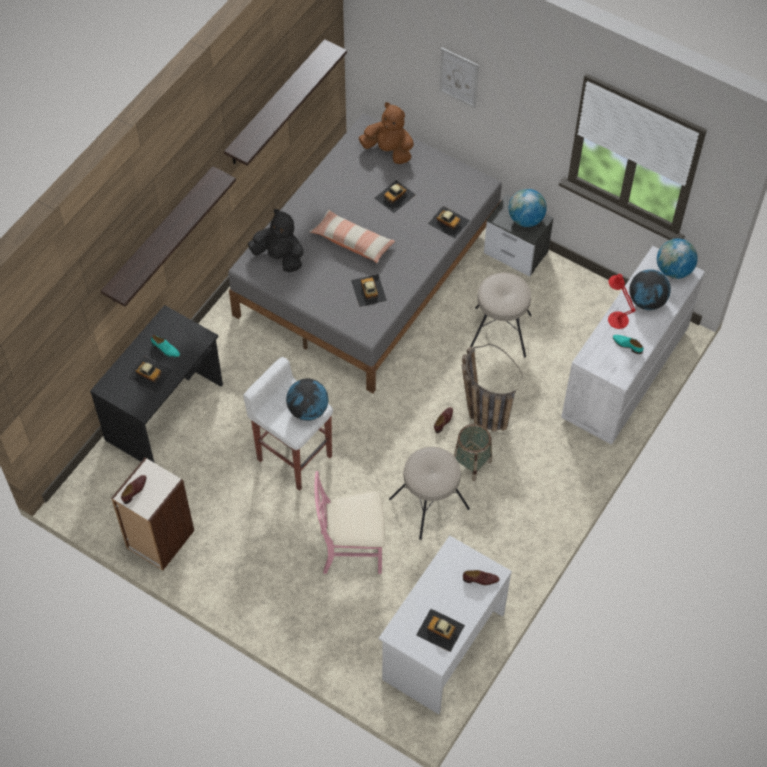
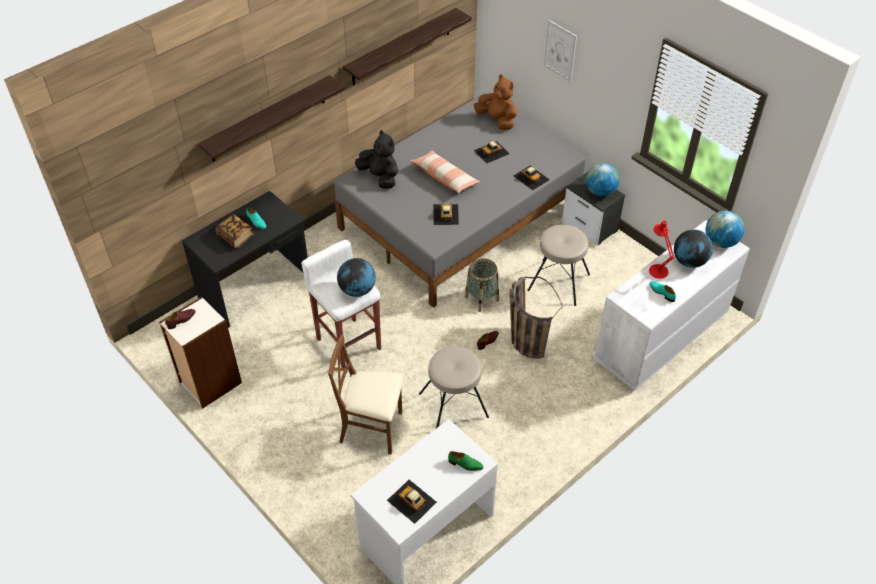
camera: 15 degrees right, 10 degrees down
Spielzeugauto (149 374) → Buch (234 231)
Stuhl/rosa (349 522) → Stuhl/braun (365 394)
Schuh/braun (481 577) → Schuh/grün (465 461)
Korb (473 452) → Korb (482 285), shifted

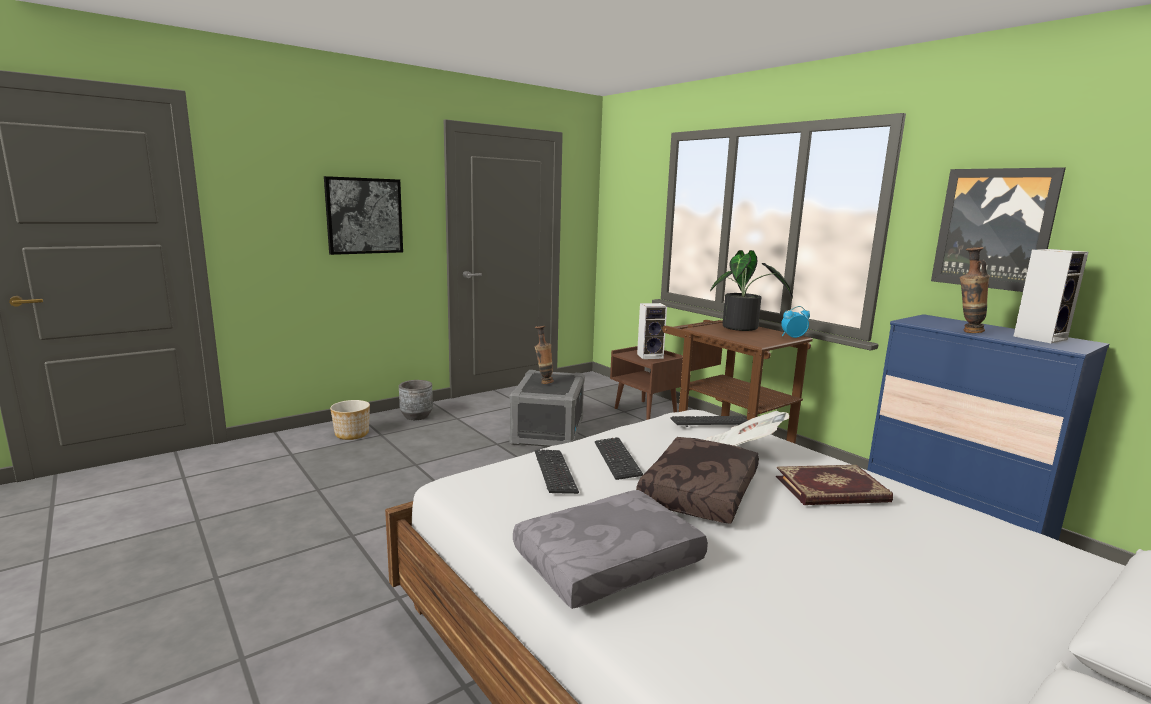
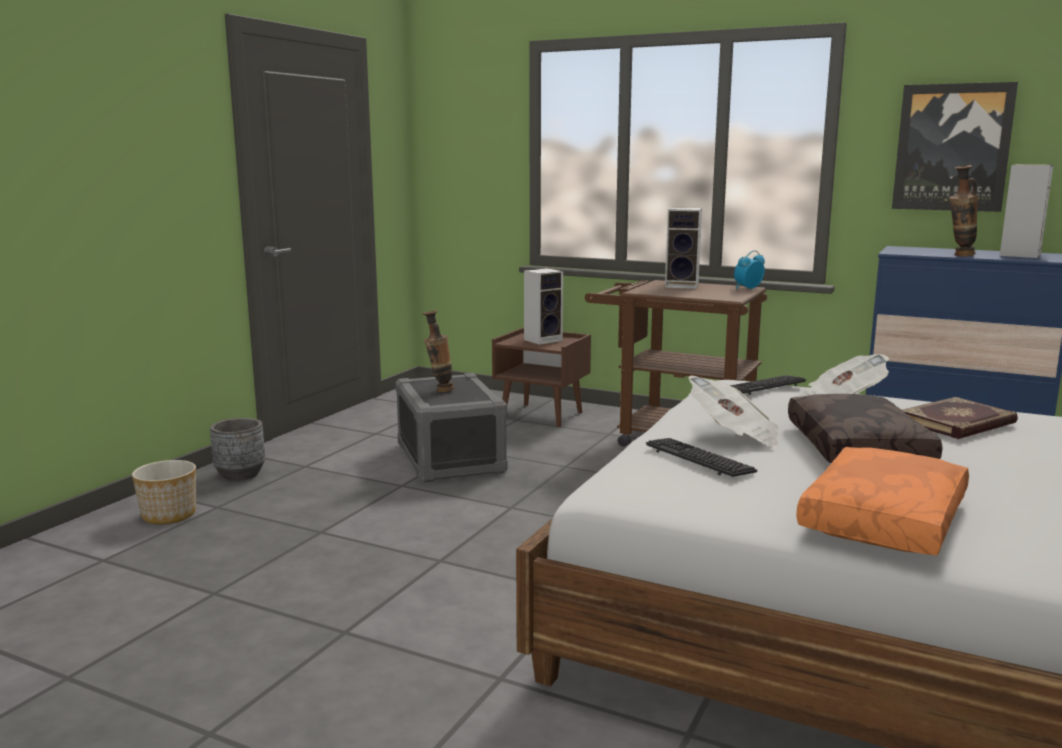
camera: 25 degrees left, 0 degrees up
Topfpflanze (751 290) → Lautsprecher (683 248)
Tastatur (619 458) → Zeitung (733 412)
Kissen/grau (610 549) → Kissen/orange (882 501)
Bild (363 215) → -

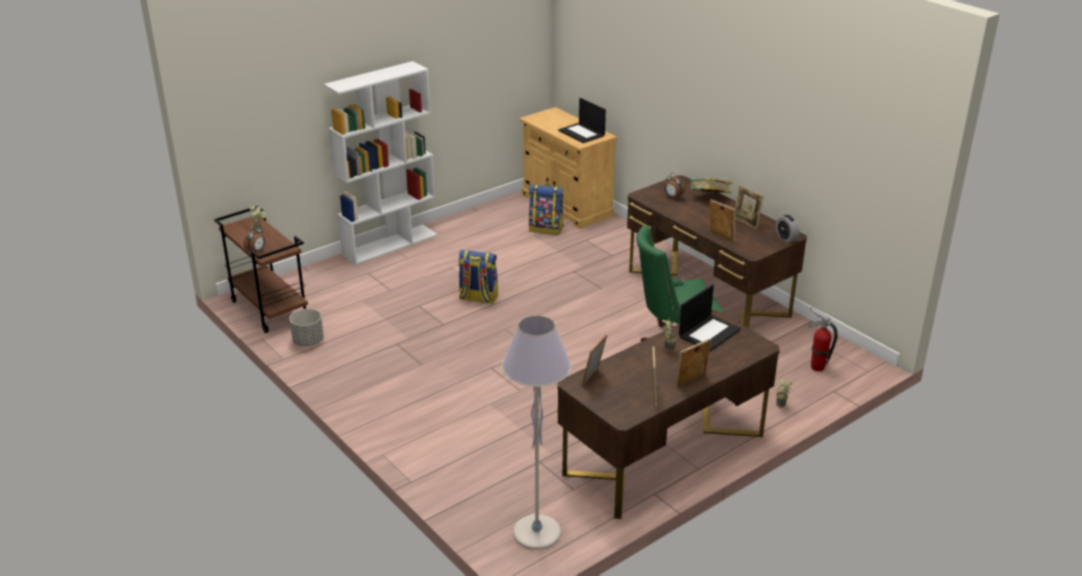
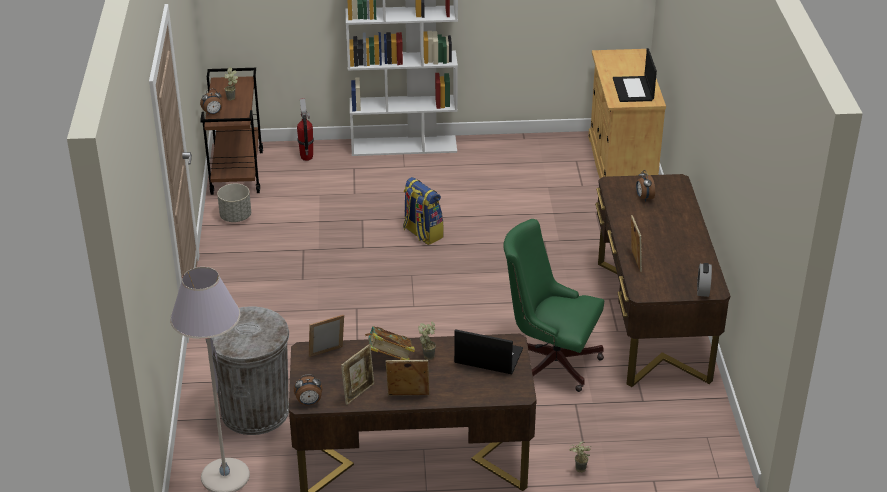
camera: 35 degrees right, 5 degrees up
- → Mülleimer/grau (247 370)
- → Wecker (308 389)
Feuerlöscher (823 339) → Feuerlöscher (305 129), shifted
Buch (711 185) → Buch (390 343), shifted
Laptop (710 318) → Laptop (488 351), 150 degrees counterclockwise
Rucksack (546 209) → -
Bilderrahmen (749 207) → -

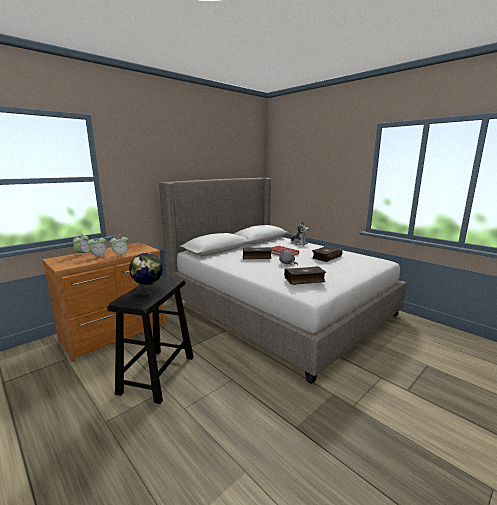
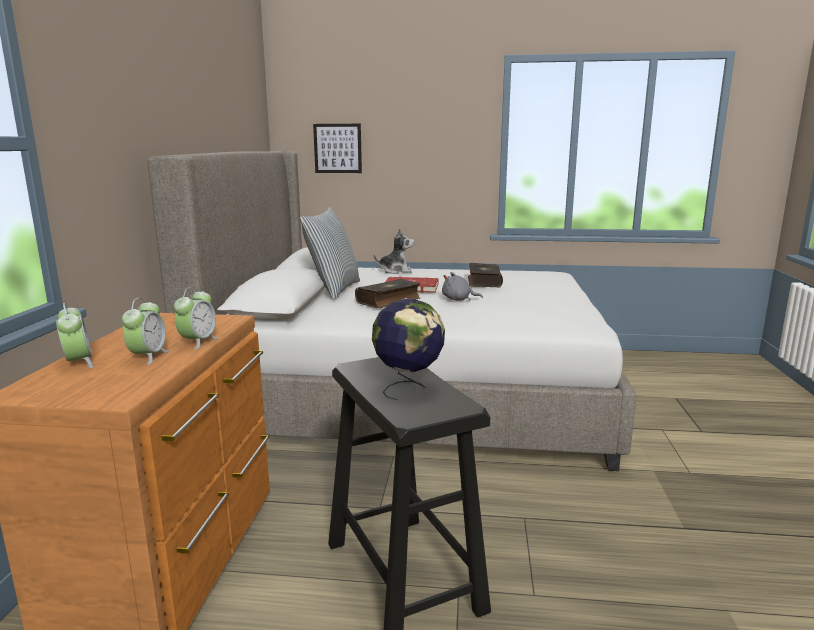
camera: 40 degrees left, 0 degrees up
- → Kissen (330 253)
- → Bild (337 148)
Buch (305 275) → -

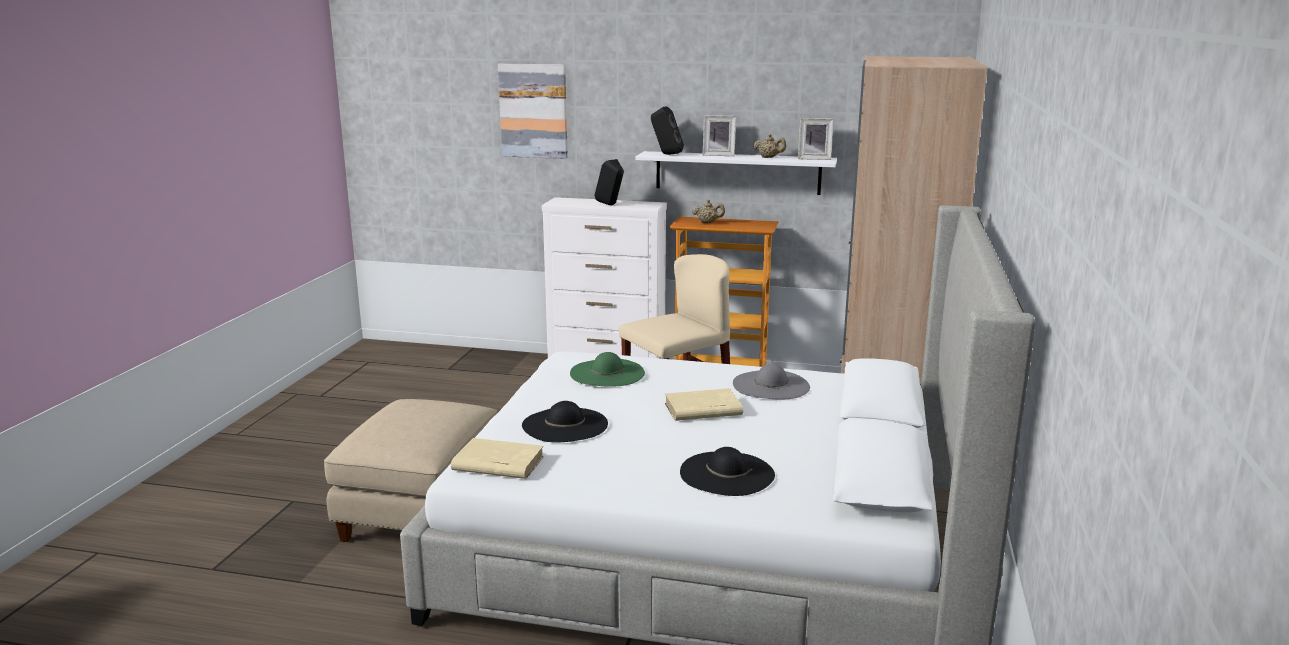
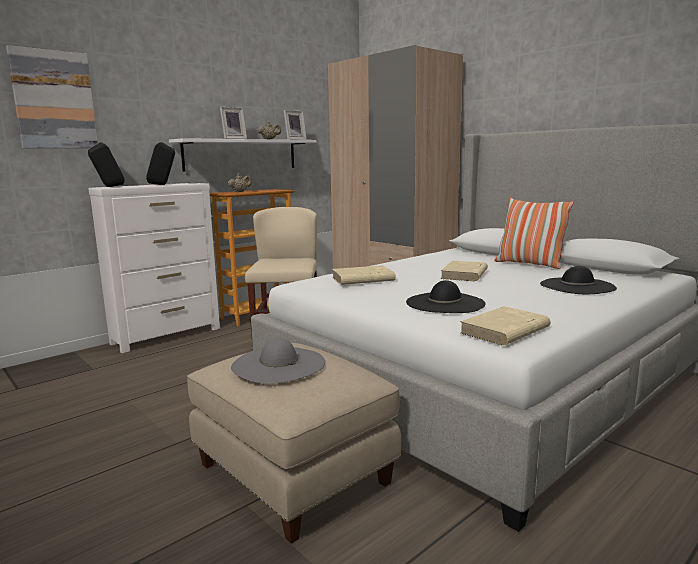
camera: 55 degrees left, 5 degrees down
Lautsprecher/schwarz (667 131) → Lautsprecher/schwarz (106 164), shifted
Hut/grau (771 382) → Hut/grau (278 361), shifted
Hut/grün (607 369) → Buch/beige (364 275)
- → Kissen (534 233)

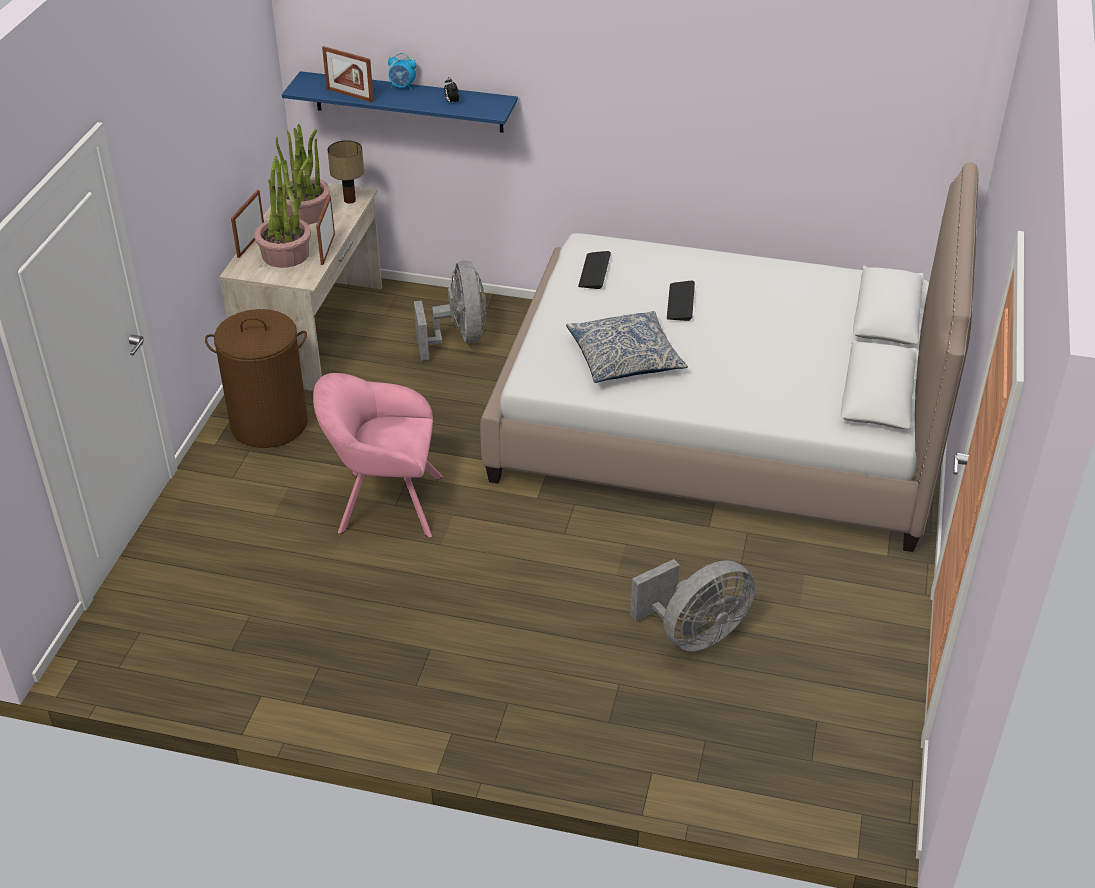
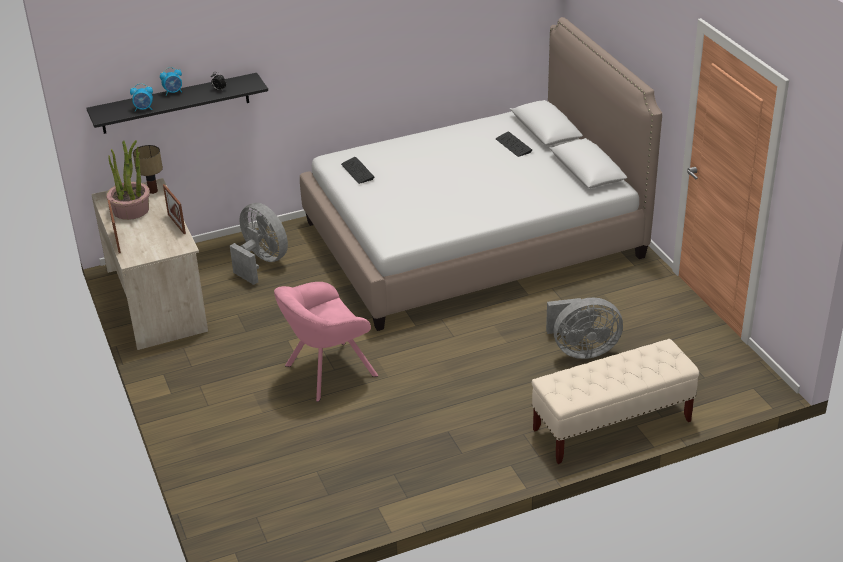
camera: 35 degrees left, 5 degrees down
Wandregal/blau (400 102) → Wandregal/schwarz (177 103)
Bilderrahmen (348 74) → Wecker (141 97)
Tastatur (681 301) → Tastatur (514 144), shifted
- → Bank/beige (615 401)
Ventilator/grau (692 605) → Ventilator/grau (584 328), 60 degrees clockwise
Wäschekorb/braun (256 378) → -
Topfpflanze (282 212) → -
Kissen (627 347) → -

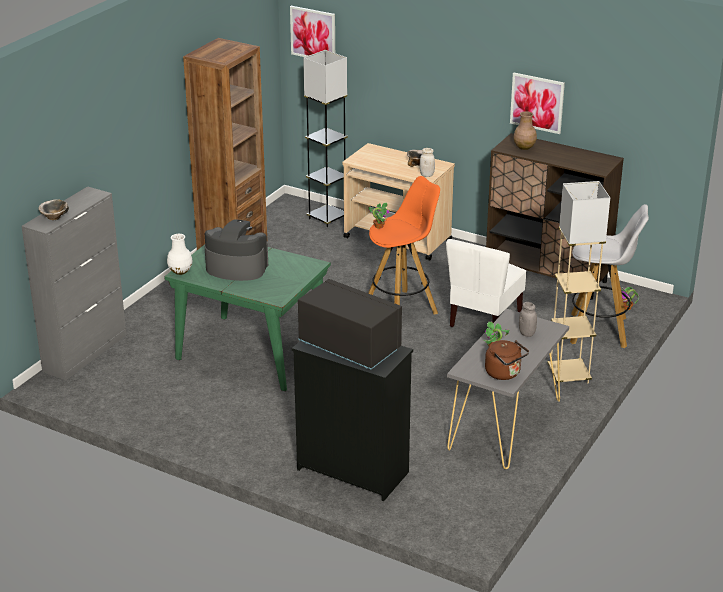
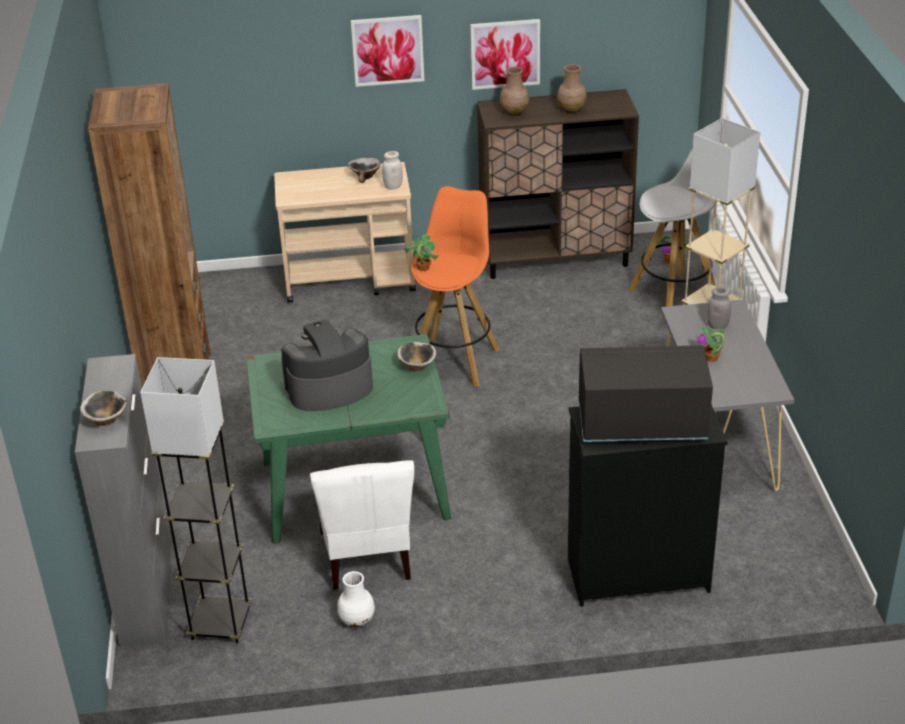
camera: 35 degrees left, 5 degrees up
Stehlampe/grau (325 138) → Stehlampe/grau (196 500), shifted
Stuhl/weiß (486 283) → Stuhl/weiß (362 525), shifted
Vase/weiß (180 254) → Vase/weiß (356 599), shifted
Bild (312 31) → Bild (387 51), shifted
- → Schüssel (416 357)
- → Vase/braun (572 88)
Wasserkessel/braun (507 360) → -

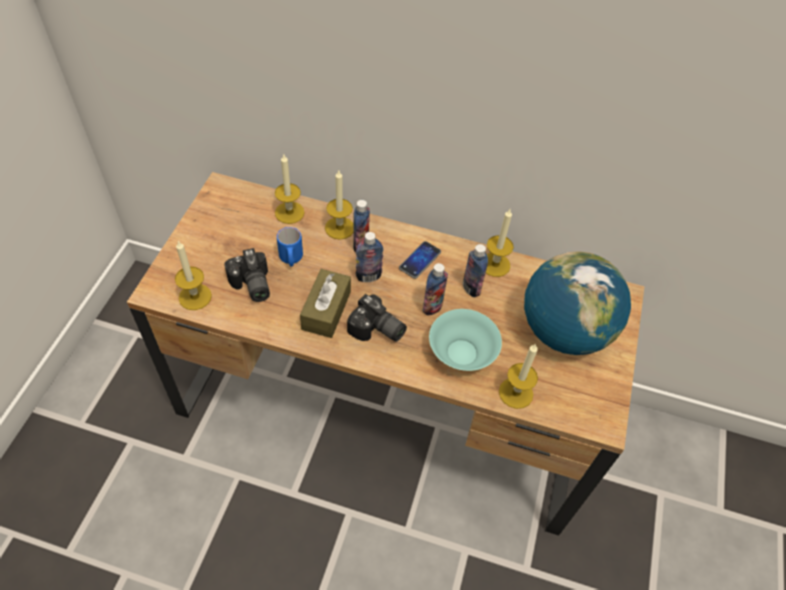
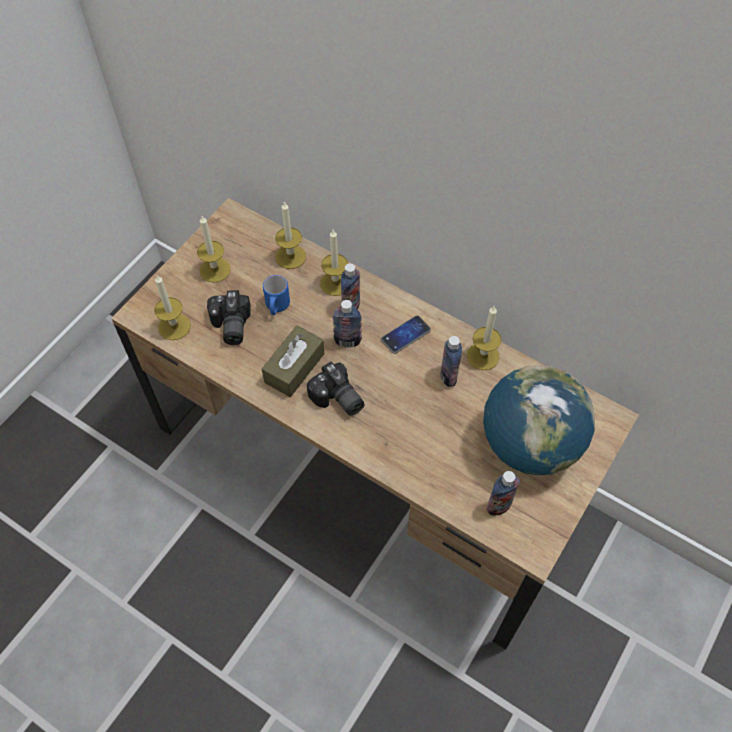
camera: 20 degrees right, 5 degrees up
Kerze (518 376) → Kerze (214 249), shifted
Flasche (435 289) → Flasche (503 493), shifted
Schüssel/türkis (465 340) → -

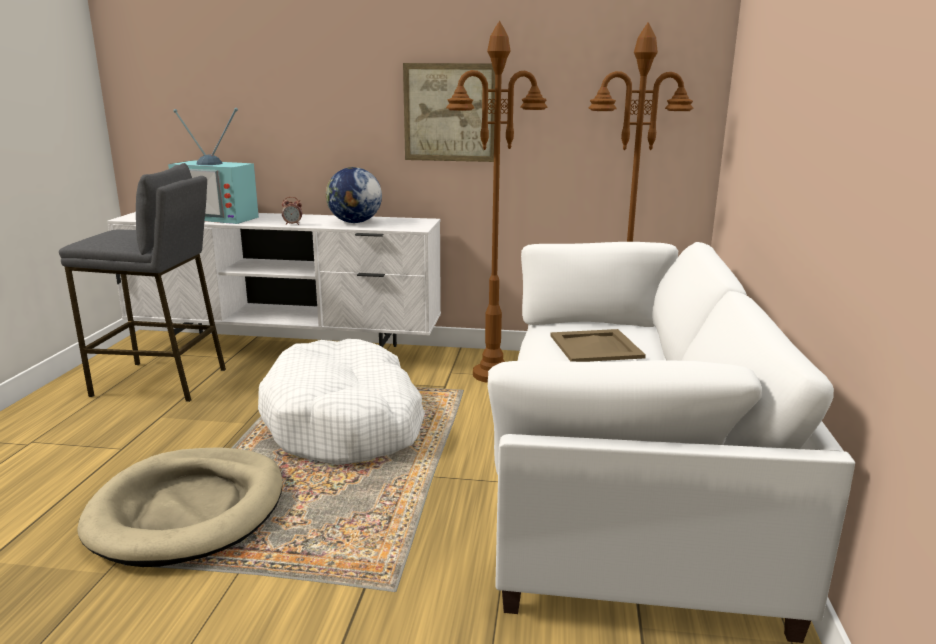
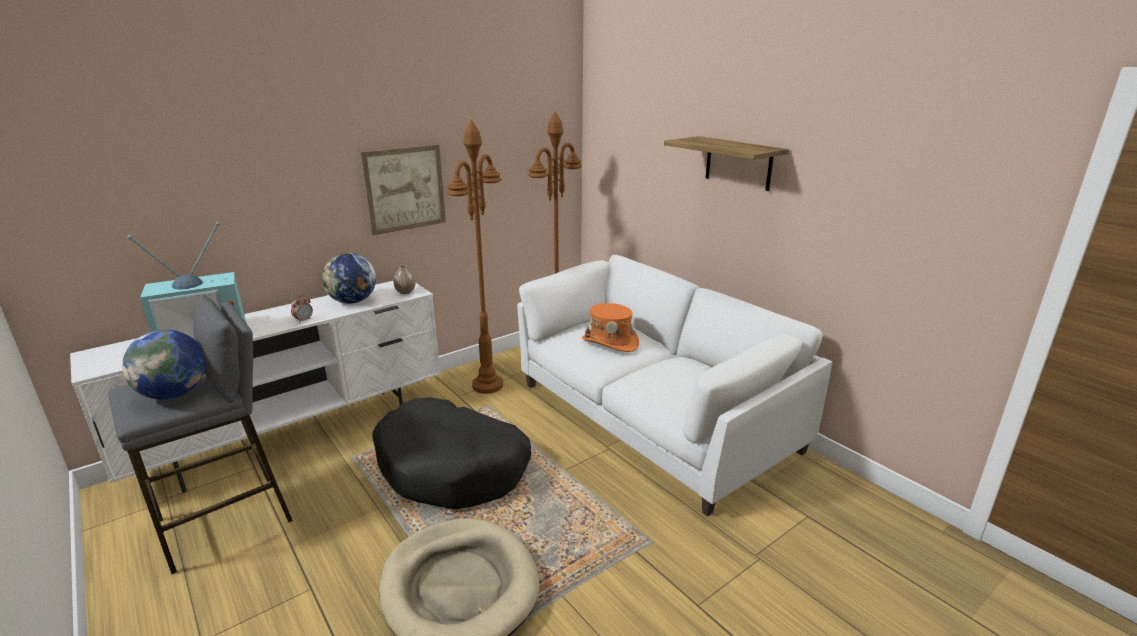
camera: 45 degrees left, 5 degrees up
- → Globus (163 365)
Hundebett/weiß (341 402) → Hundebett/schwarz (451 453)
- → Vase (404 279)
Tablett/beige (598 345) → Hut/orange (610 327)
- → Wandregal (726 163)

